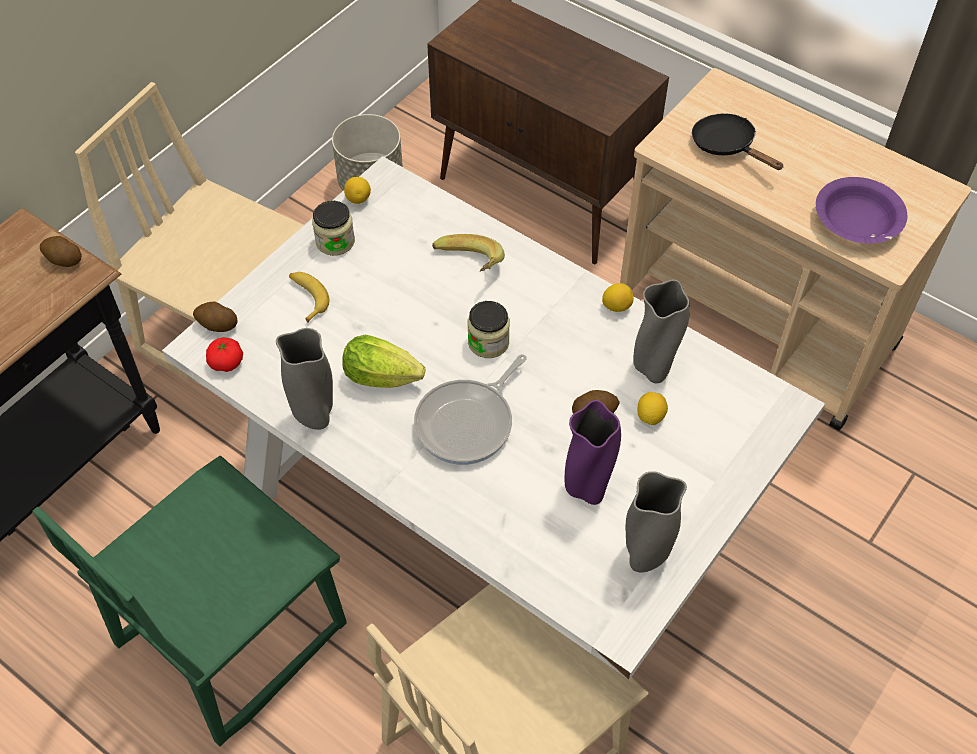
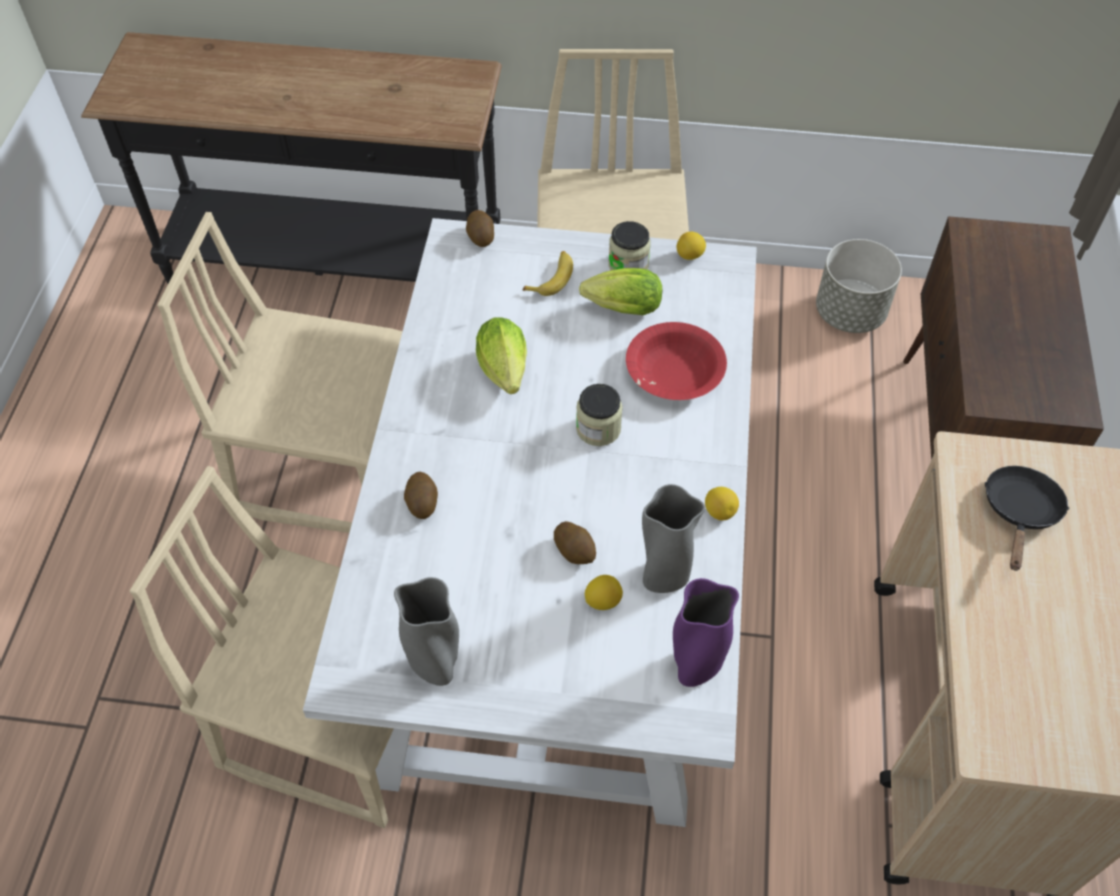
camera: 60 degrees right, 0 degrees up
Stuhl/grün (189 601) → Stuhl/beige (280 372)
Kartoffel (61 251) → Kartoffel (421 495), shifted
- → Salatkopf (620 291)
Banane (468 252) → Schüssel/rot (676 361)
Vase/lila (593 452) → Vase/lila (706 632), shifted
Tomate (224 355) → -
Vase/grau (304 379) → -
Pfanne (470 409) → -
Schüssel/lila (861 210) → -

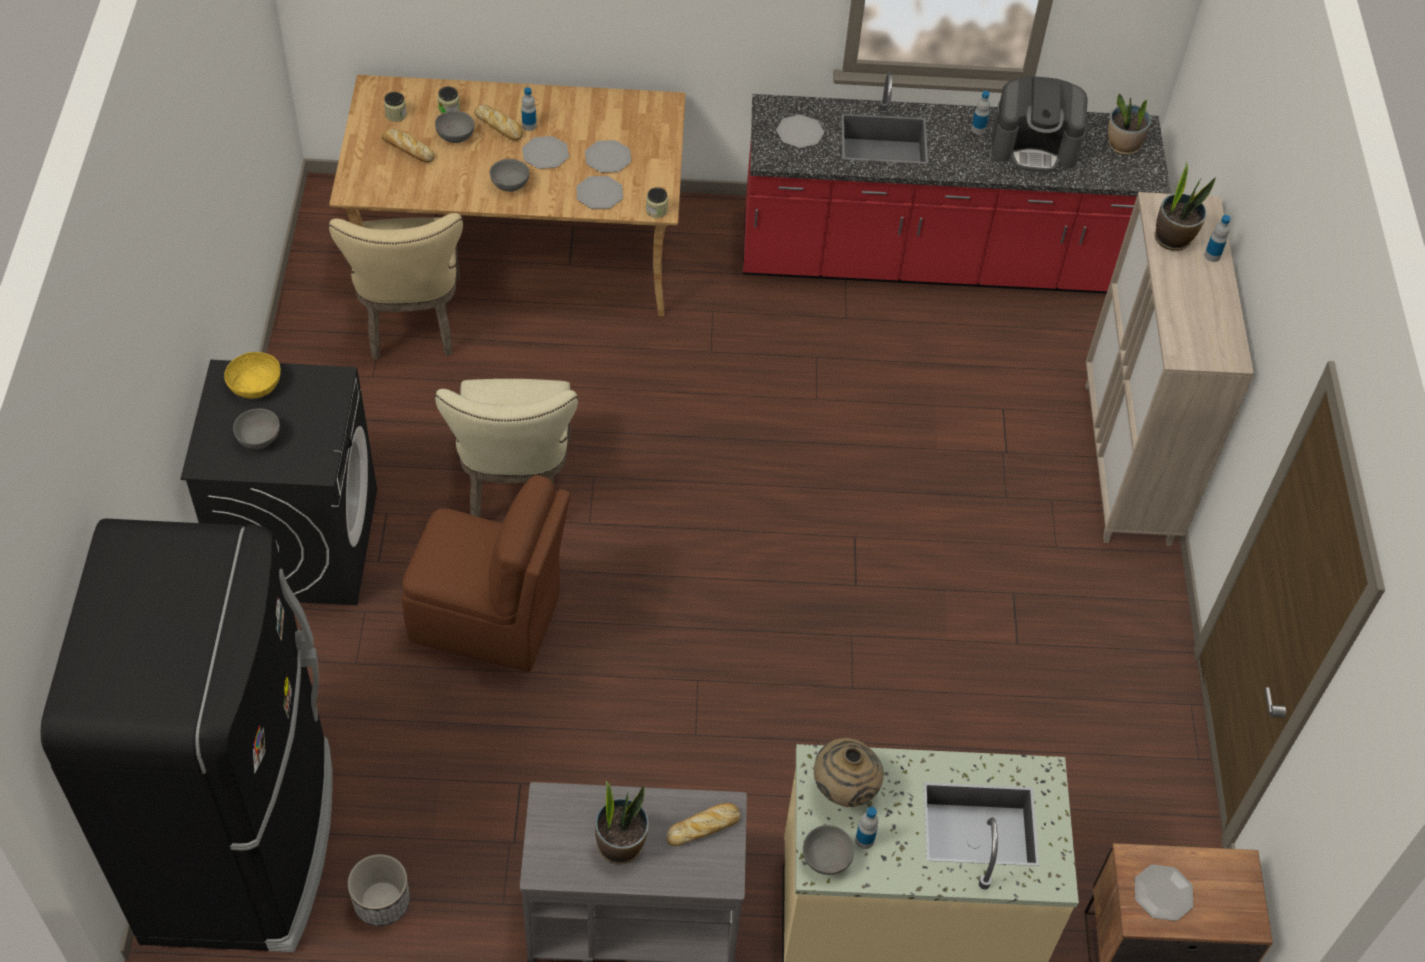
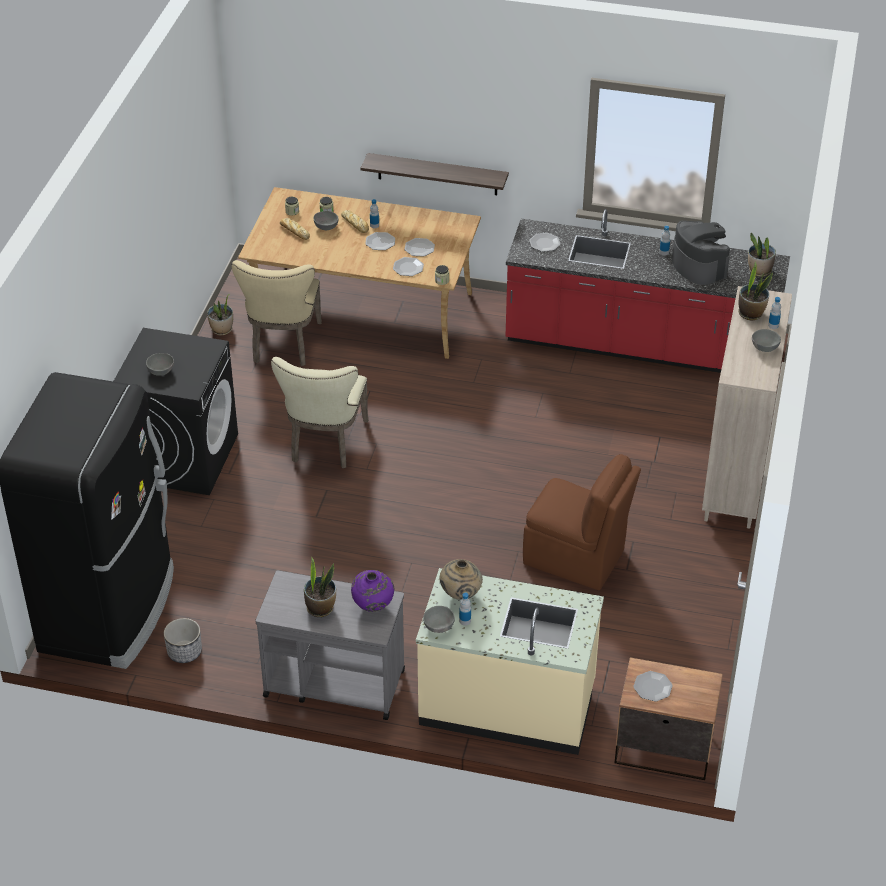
camera: 15 degrees right, 10 degrees down
- → Topfpflanze (220 314)
Brot (703 824) → Vase/lila (372 591)
- → Wandregal (435 174)
Stuhl/braun (486 573) → Stuhl/braun (582 522), shifted
Kaffeemaschine (1039 124) → Kaffeemaschine (701 252), 135 degrees counterclockwise
Schüssel/grau (509 175) → Schüssel/grau (766 340), shifted
Schüssel/gelb (252 375) → -

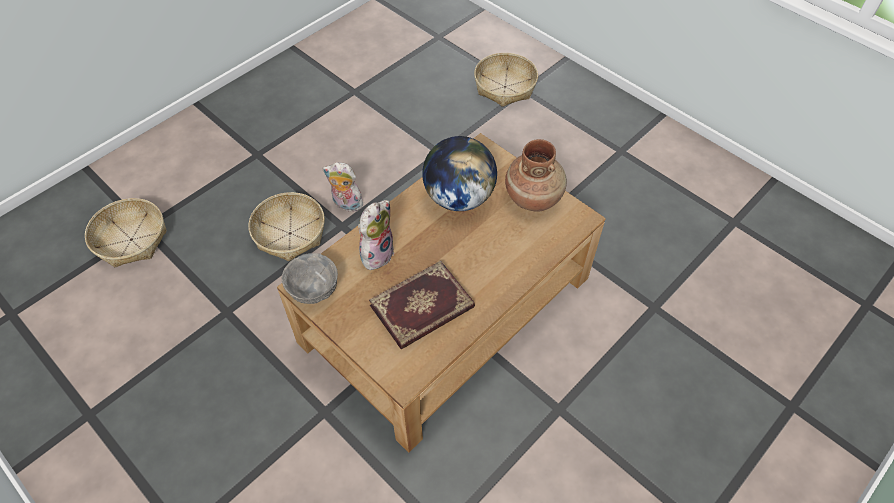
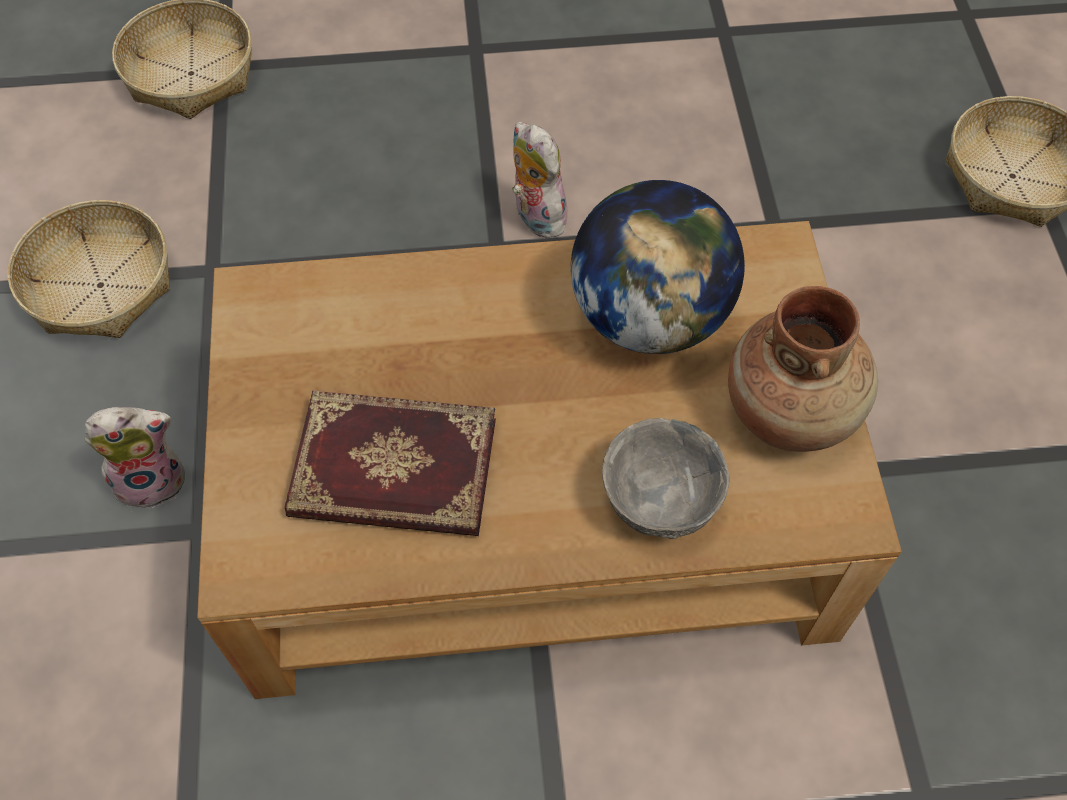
camera: 40 degrees right, 5 degrees up
Korb (286 226) → Korb (89 269), shifted
Plüschtier (376 235) → Plüschtier (135 458), shifted
Schüssel/grau (310 278) → Schüssel/grau (666 478), shifted

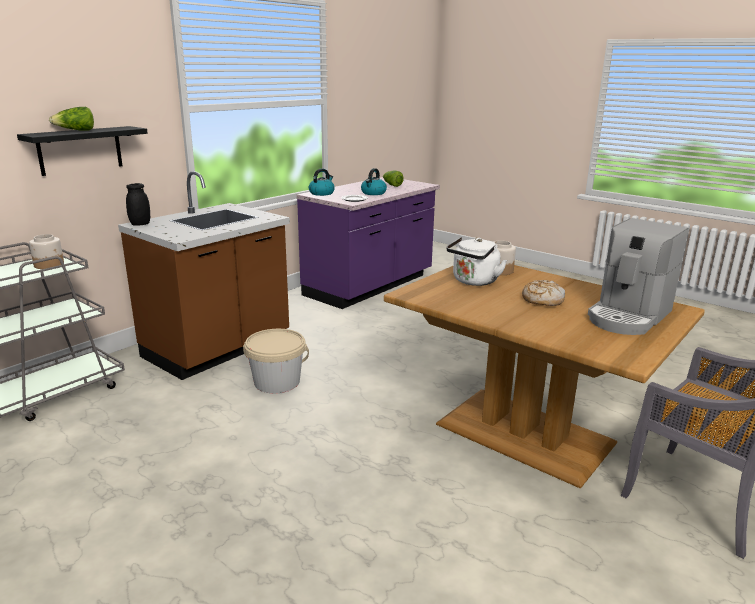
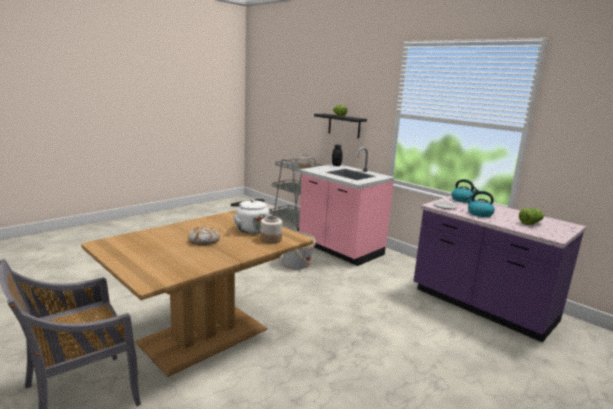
camera: 95 degrees right, 5 degrees down
Küchenzeile/braun (204 275) → Küchenzeile/rosa (347 206)
Kaffeemaschine (638 276) → -

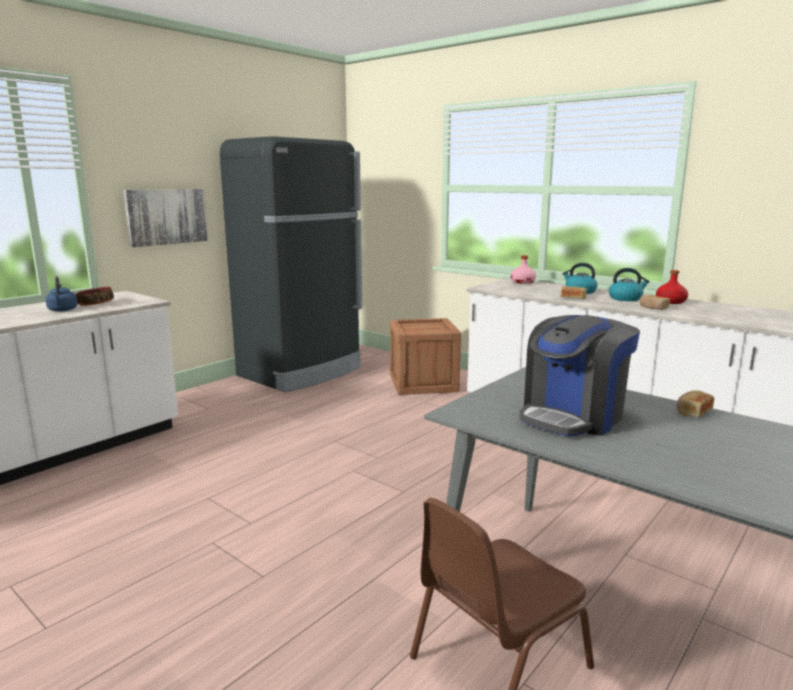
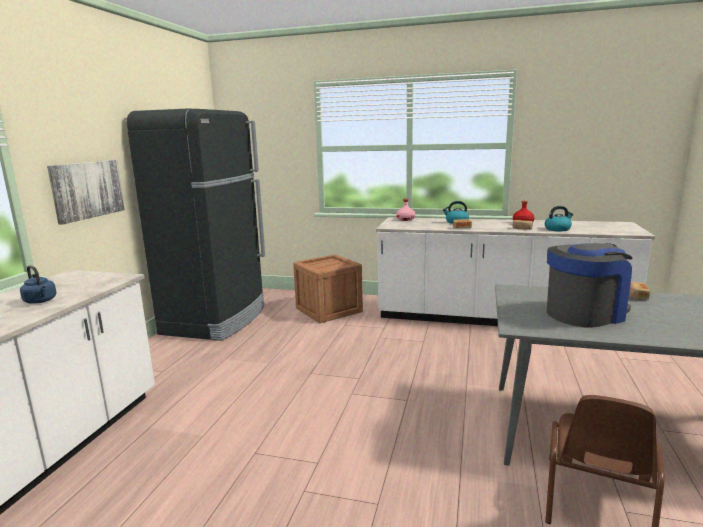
camera: 25 degrees left, 0 degrees up
Wasserkessel (629 284) → Wasserkessel (559 218), shifted
Kaffeemaschine (579 376) → Kaffeemaschine (590 285), 135 degrees counterclockwise
Schüssel (95 296) → -

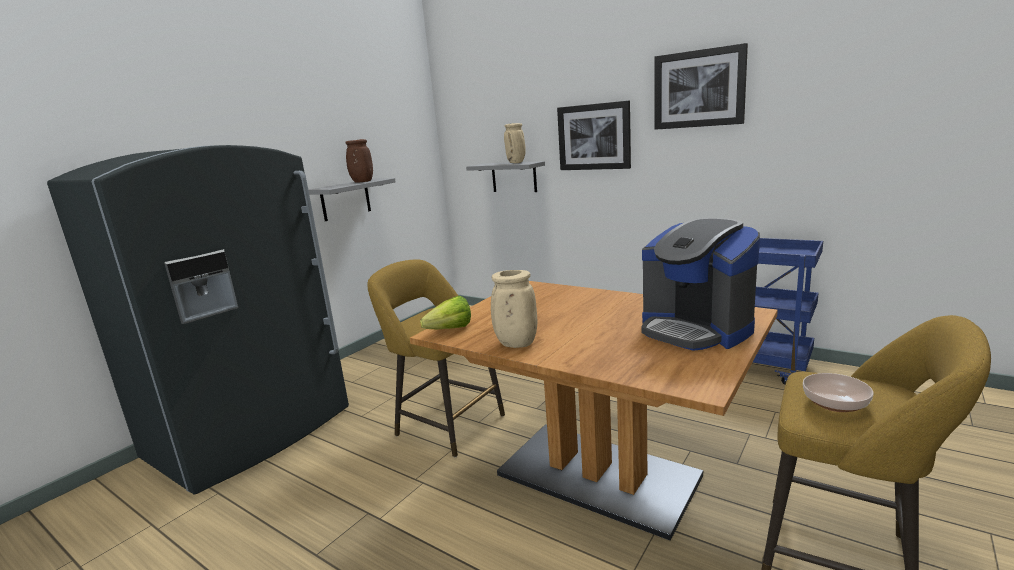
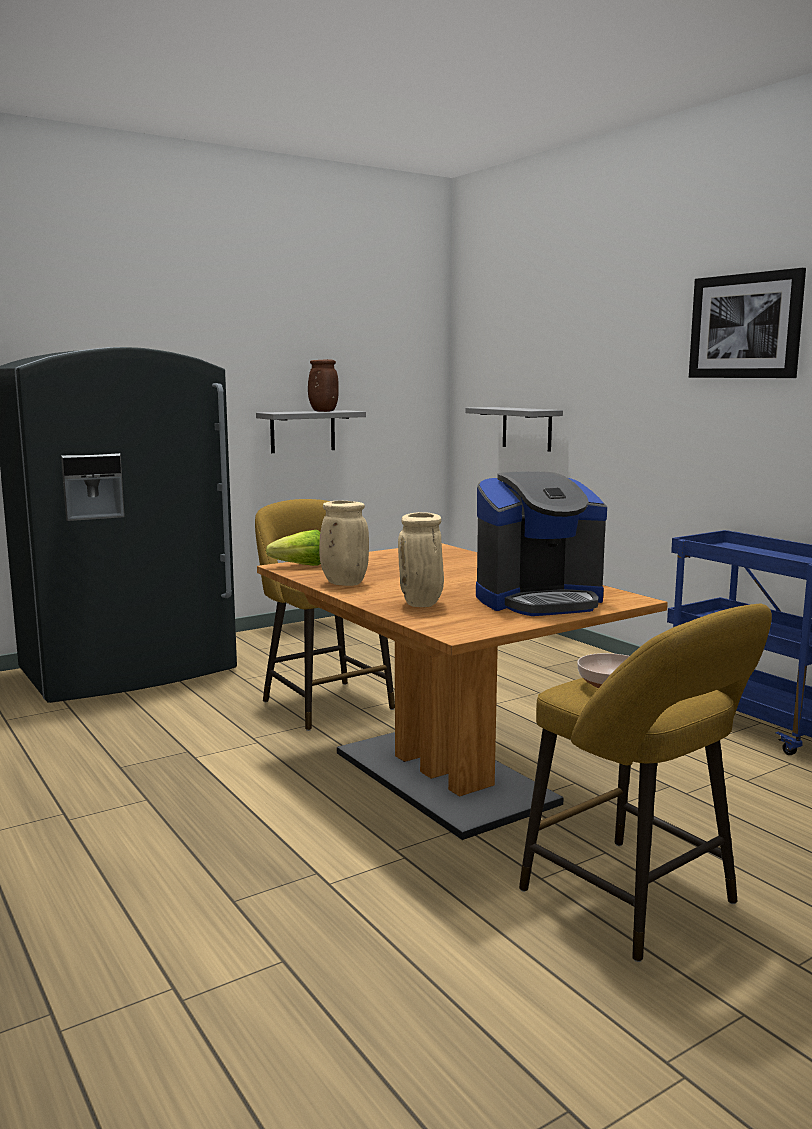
camera: 20 degrees right, 5 degrees down
Vase/beige (515 143) → Vase/beige (421 559), shifted
Kaffeemaschine (700 284) → Kaffeemaschine (541 543), 90 degrees counterclockwise
Bild (594 135) → -

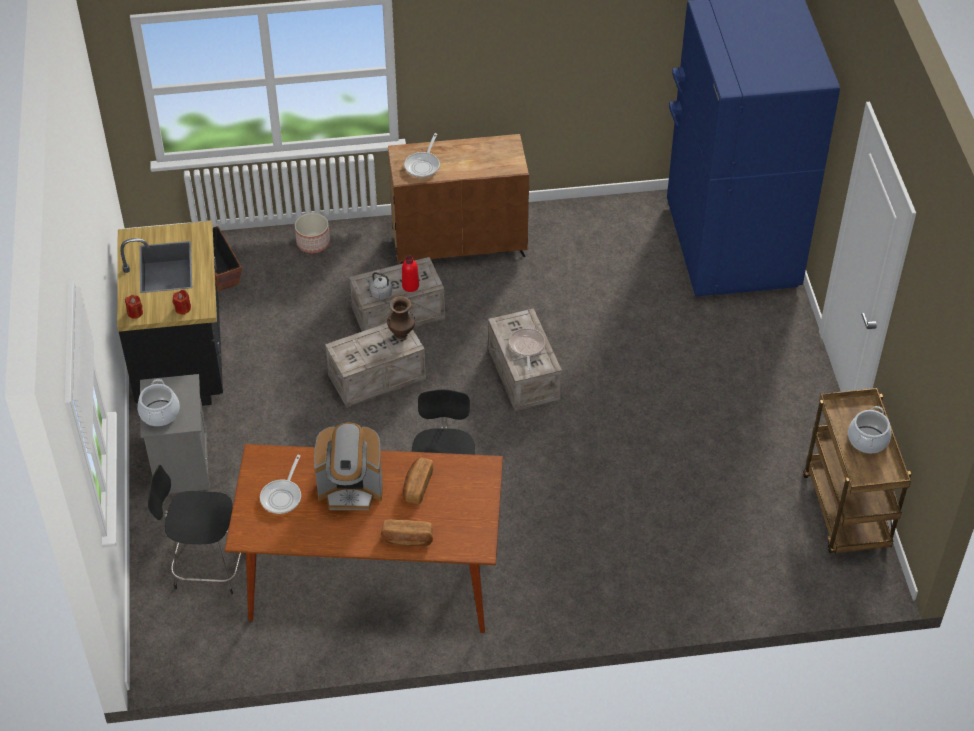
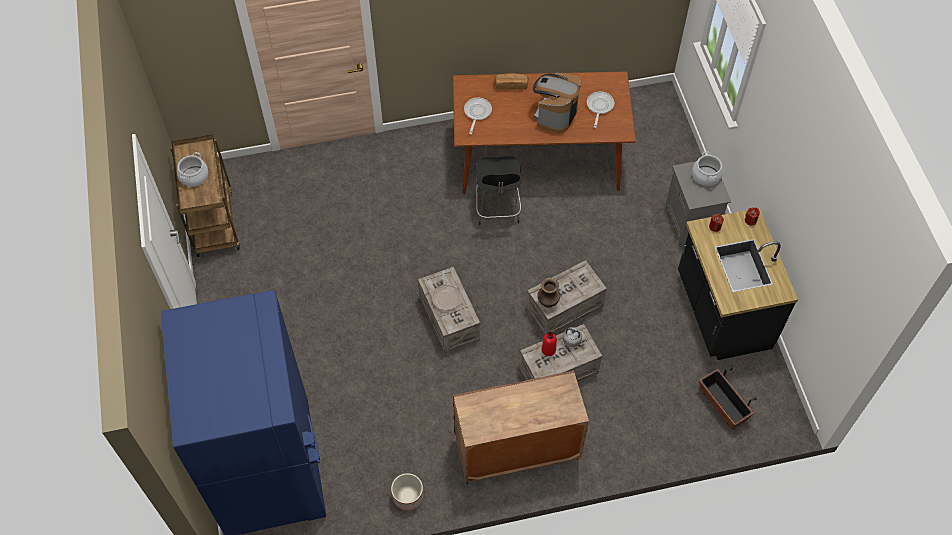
camera: 175 degrees right, 10 degrees up
Pflanzkübel (312 233) → Pflanzkübel (407 492), shifted
Pfanne (422 155) → Pfanne (478 116), shifted
Kaffeemaschine (348 466) → Kaffeemaschine (557 103), 60 degrees counterclockwise
Hocker/schwarz (194 529) → -
Brot (418 480) → -

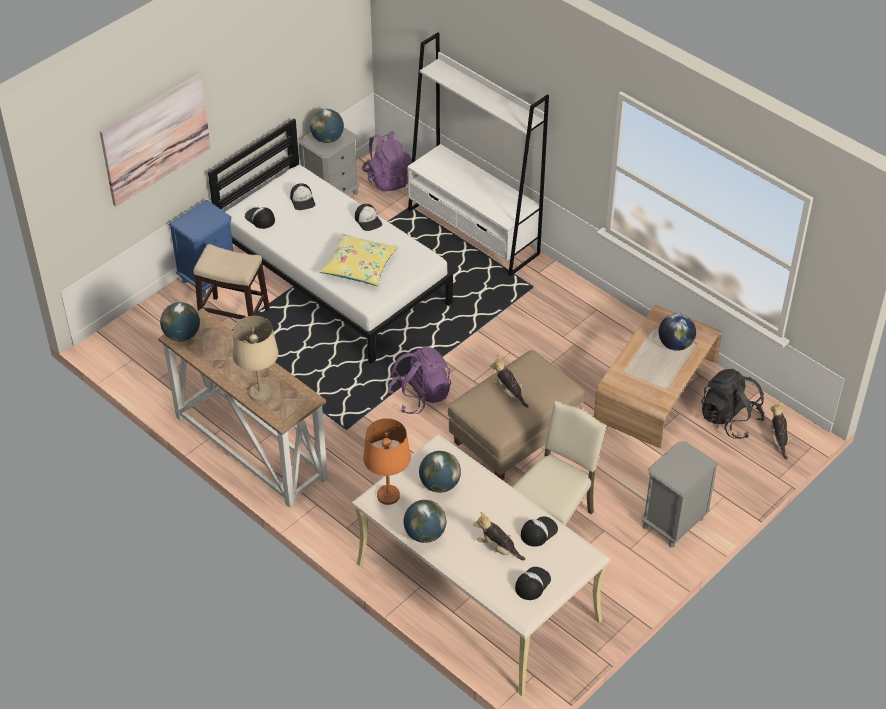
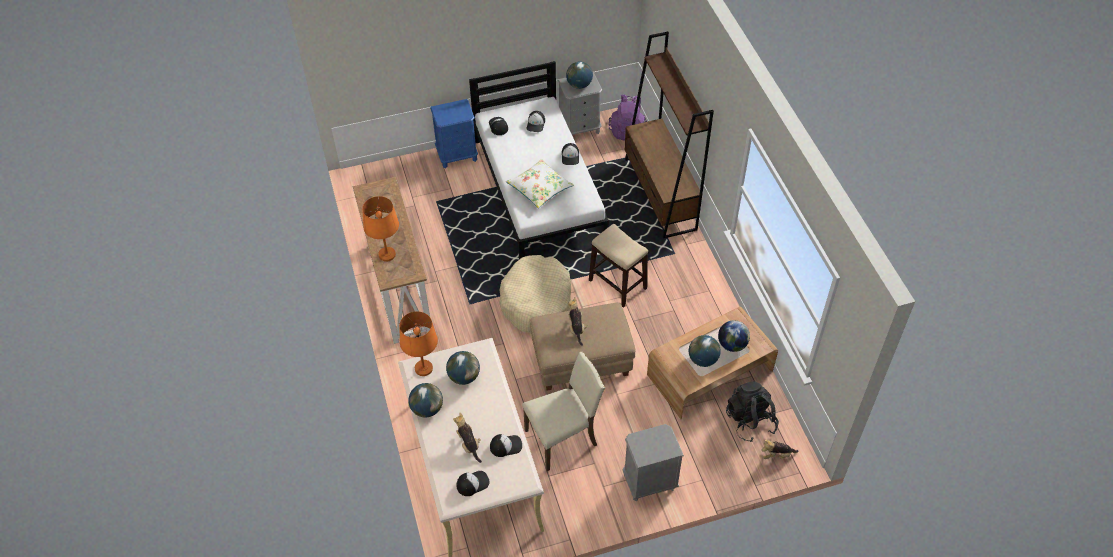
camera: 30 degrees right, 5 degrees up
Tischlampe/beige (256 359) → Tischlampe/orange (380 229)
Rucksack/lila (419 380) → Hundebett/beige (535 294)
Kissen/gelb (359 259) → Kissen/weiß (540 184)
Hocker (231 281) → Hocker (618 266), shifted
Bücherregal/weiß (478 154) → Bücherregal/braun (669 135)
Globus (180 321) → Globus (705 351), shifted
Plüschtier (781 430) → Plüschtier (780 449), 120 degrees counterclockwise
Bild (155 139) → -

